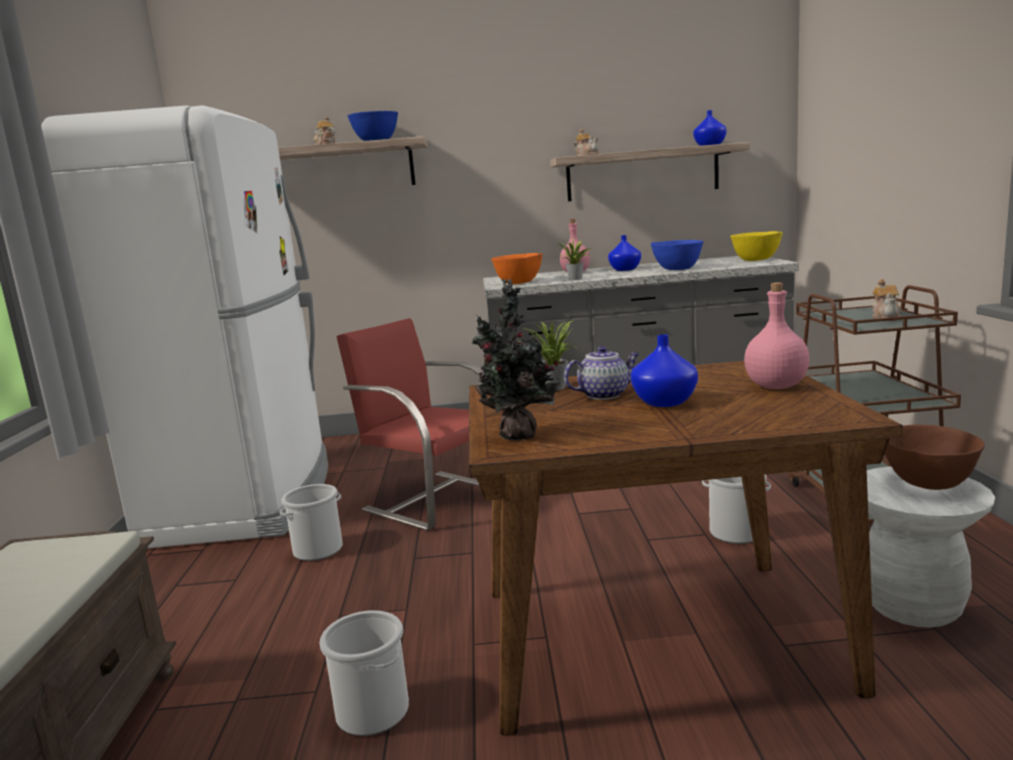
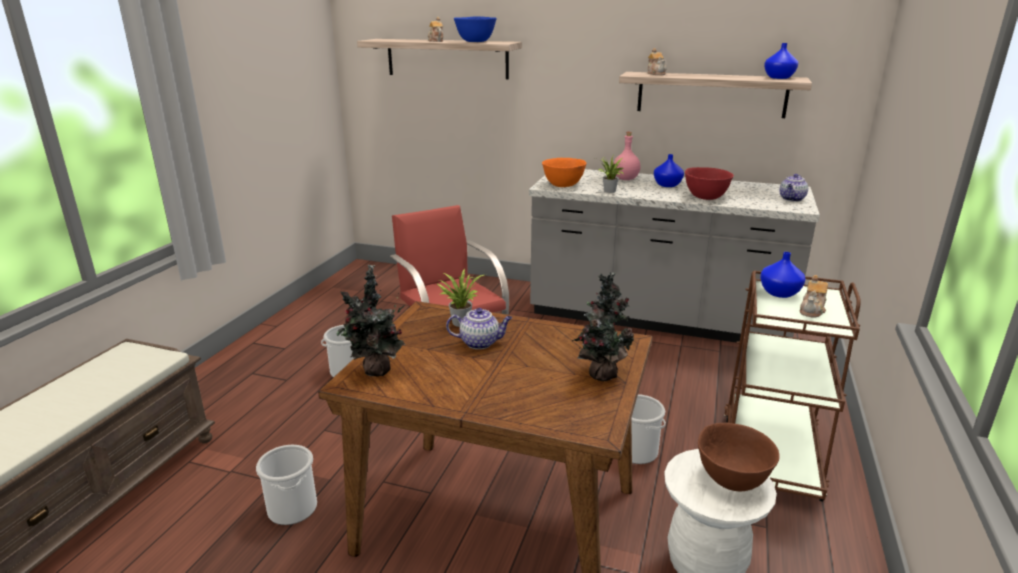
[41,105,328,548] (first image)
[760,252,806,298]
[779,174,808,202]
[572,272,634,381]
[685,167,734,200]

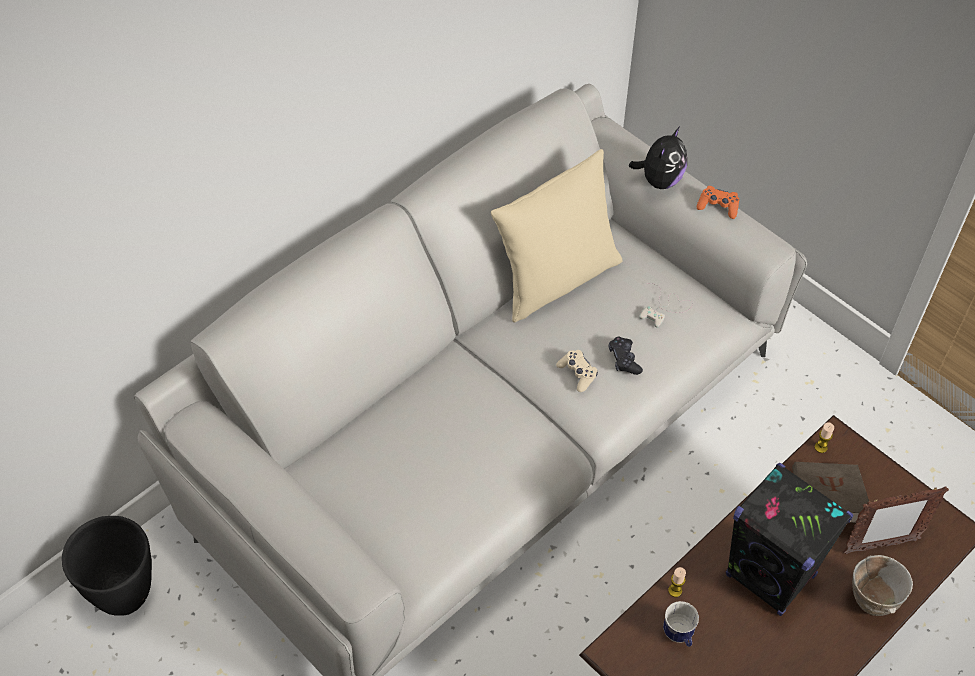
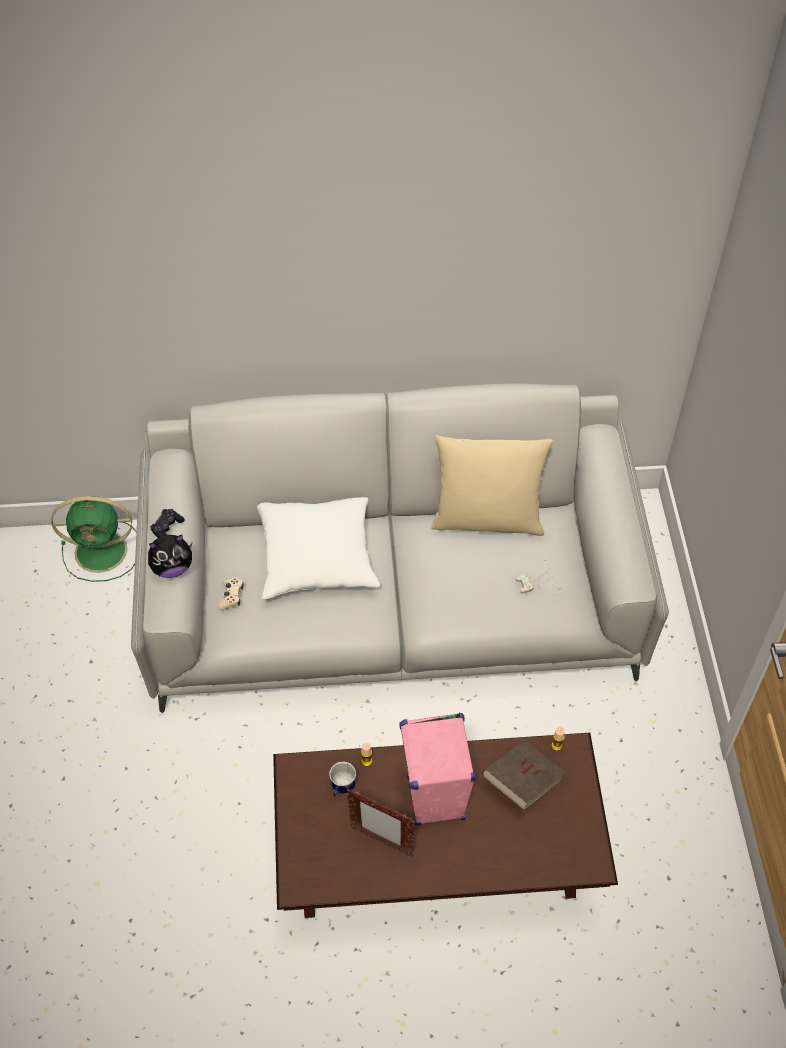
[697,186,739,219] (first image)
[852,555,913,616] (first image)
[257,497,380,599]
[218,577,244,610]
[150,509,185,538]
[148,535,192,578]
[346,789,415,857]
[51,496,137,582]
[399,713,476,826]

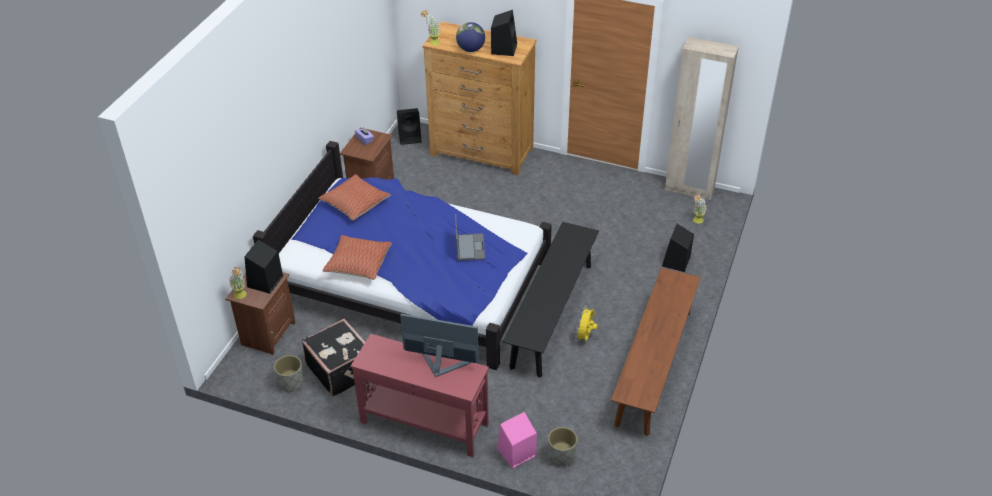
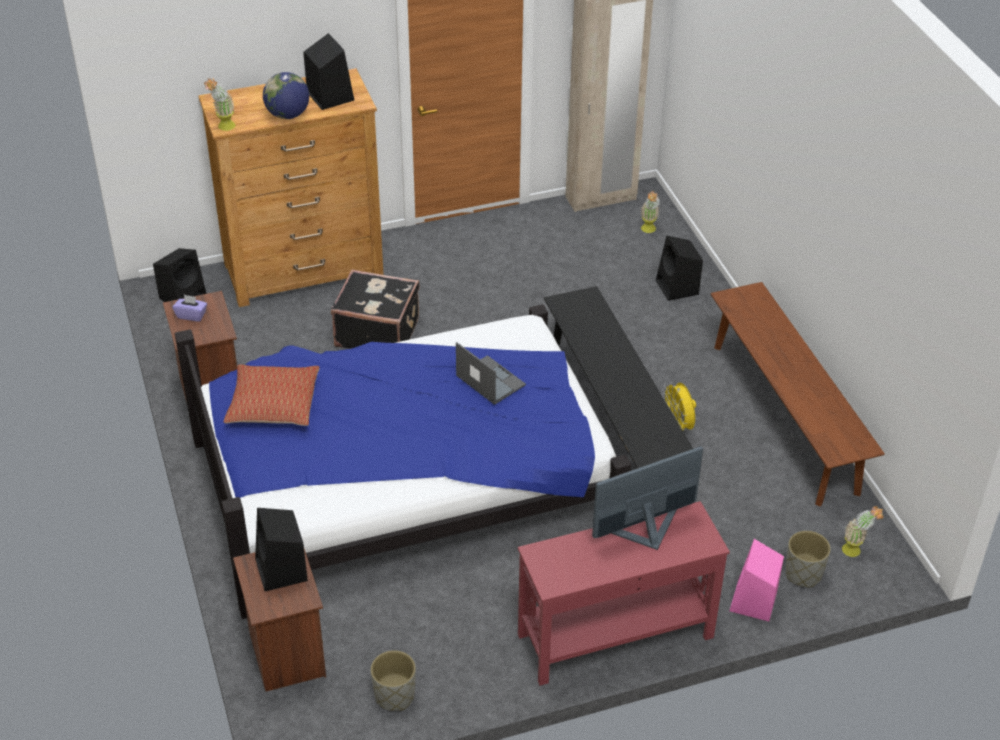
[323,235,392,280] (first image)
[842,506,883,557]
[331,269,420,349]

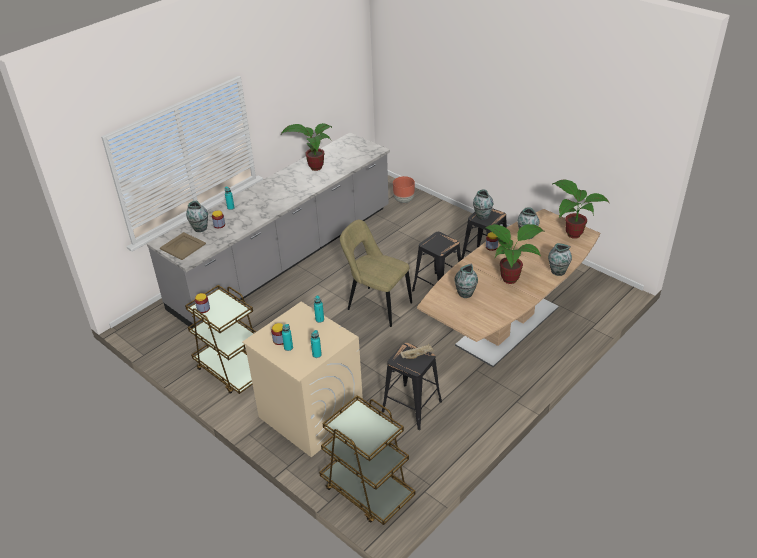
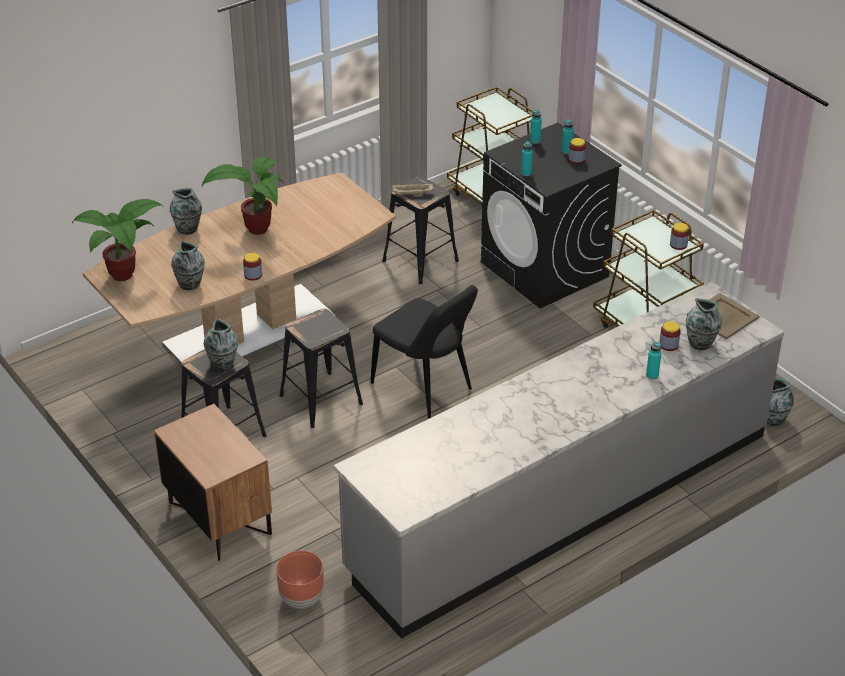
[281,123,332,171] (first image)
[154,404,272,561]
[767,378,794,426]
[481,123,622,308]
[371,285,478,419]

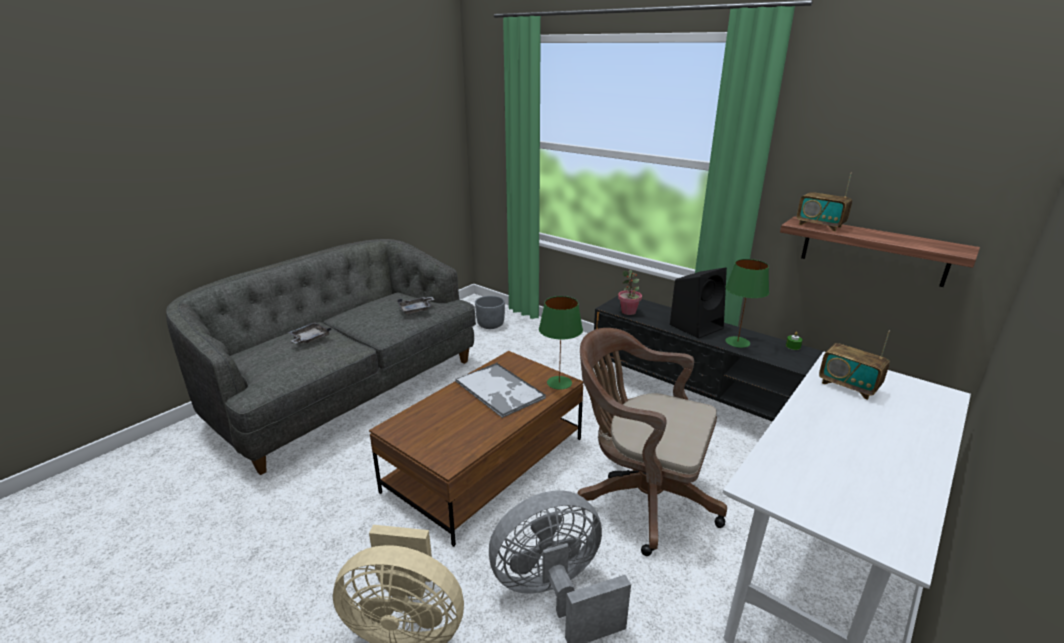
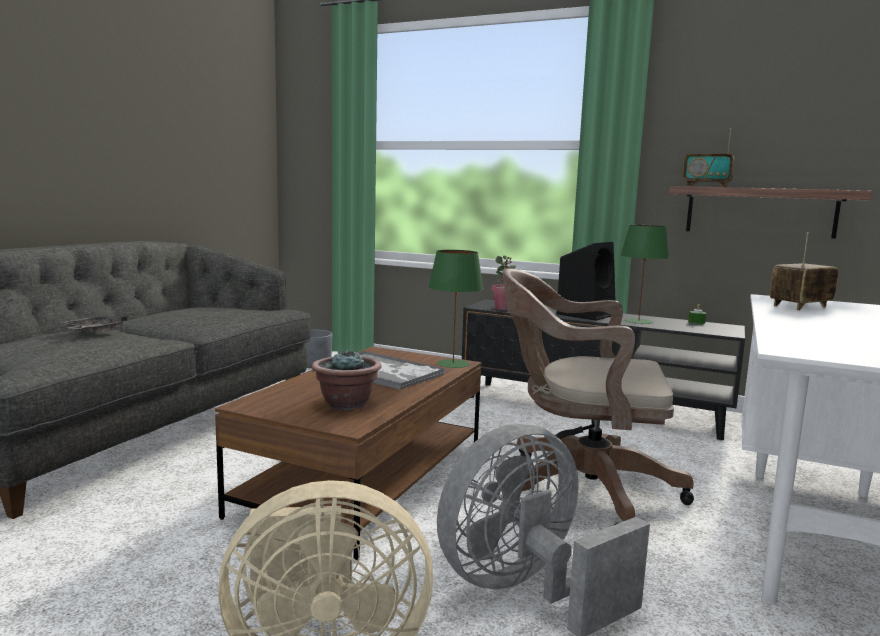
[397,297,434,314] (first image)
[312,349,382,410]
[770,232,838,310]

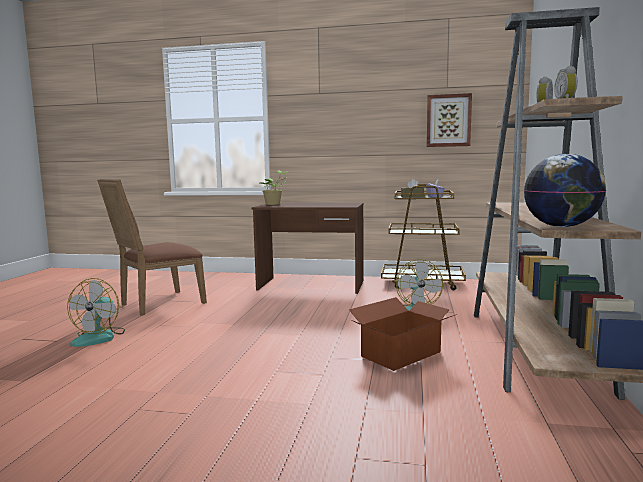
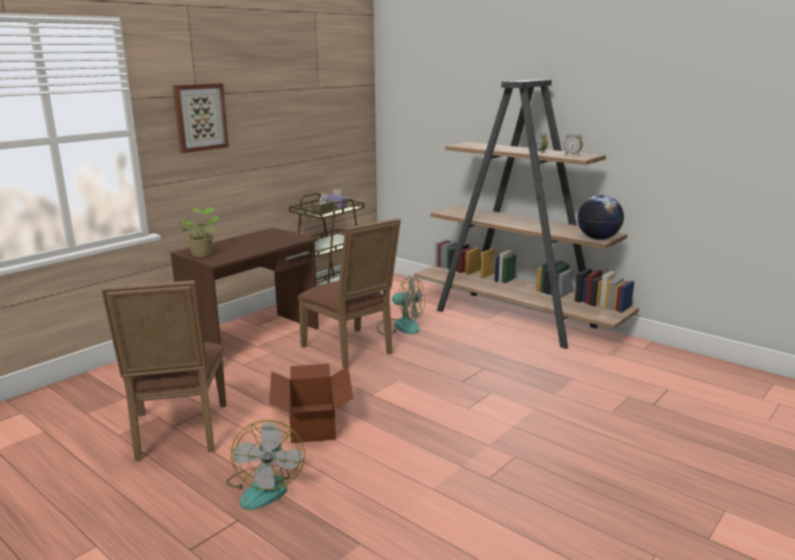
[298,218,401,368]
[269,364,353,443]
[173,83,229,153]
[227,420,305,510]

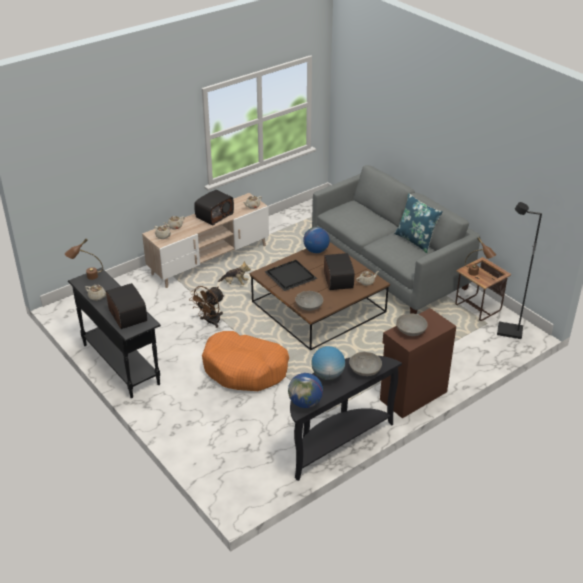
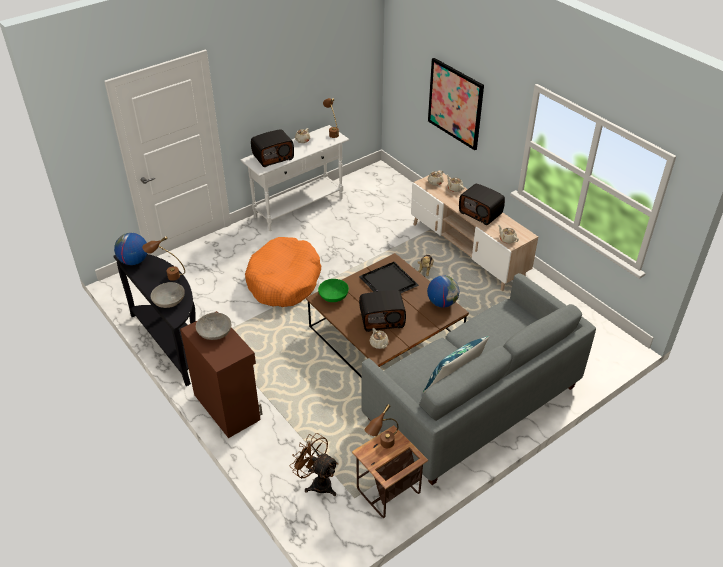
[497,202,542,339] (first image)
[428,58,484,151]
[290,433,339,496]
[142,236,185,281]
[241,125,349,231]
[318,279,349,302]

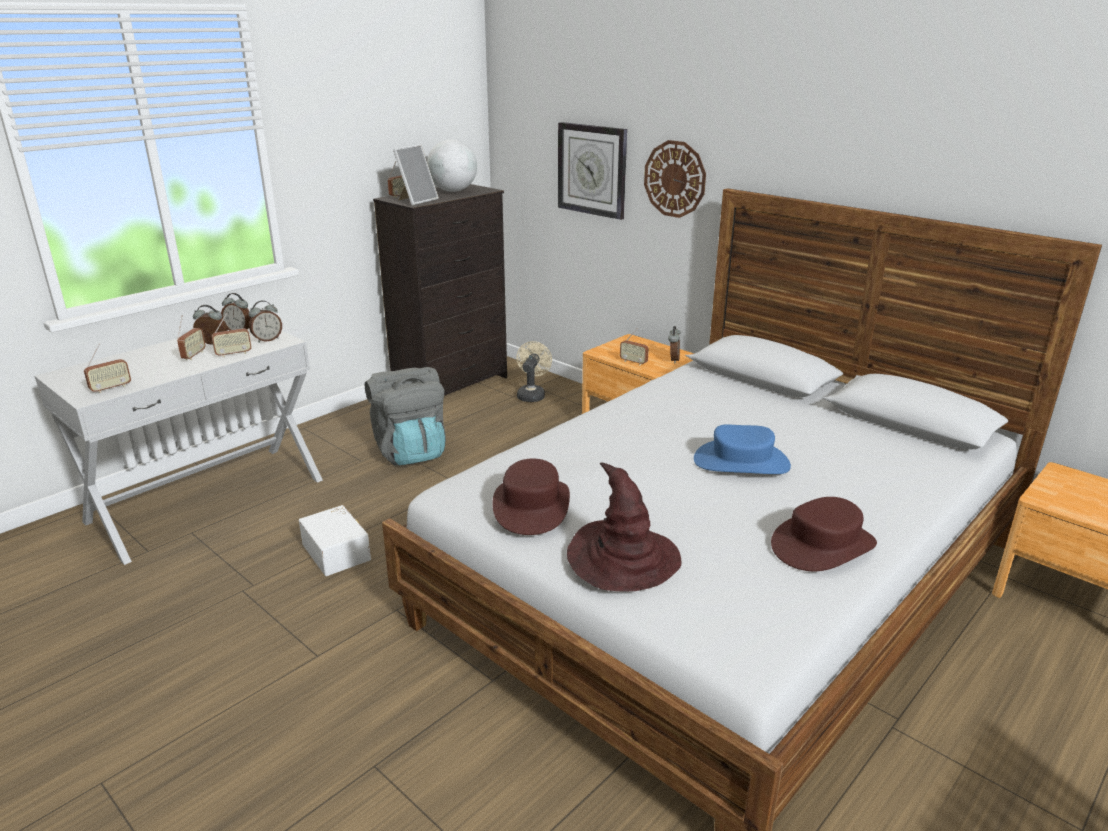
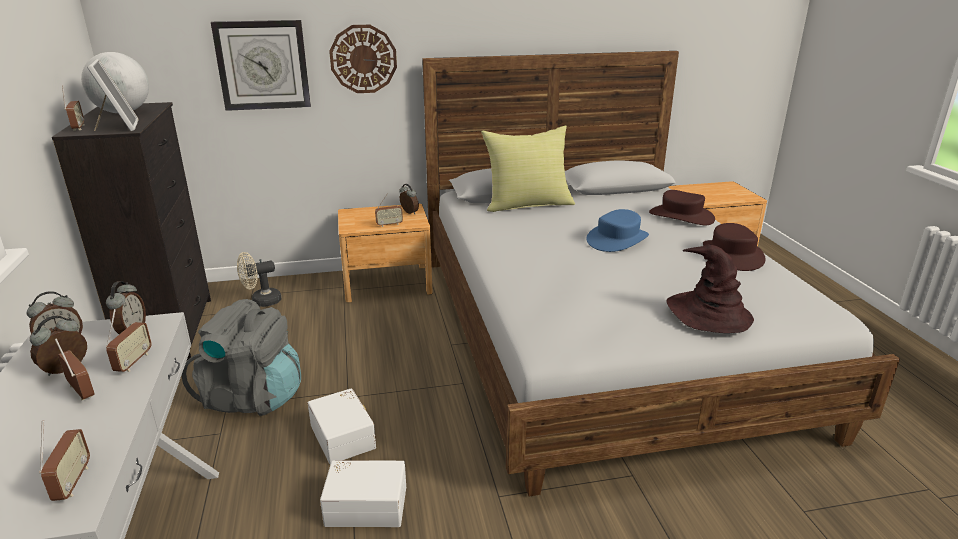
[308,388,376,464]
[481,125,575,212]
[649,190,715,225]
[237,252,281,307]

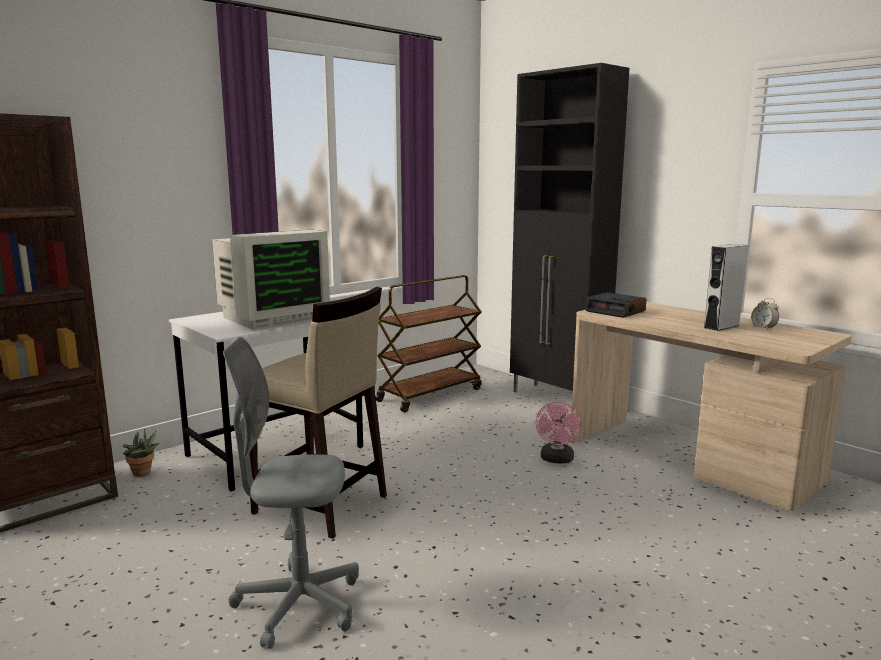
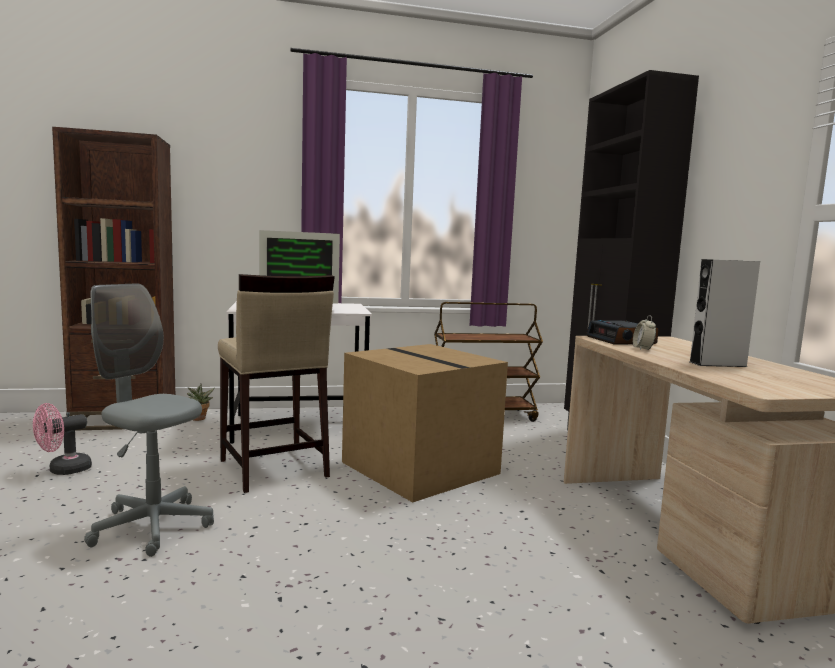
[342,344,508,502]
[33,403,92,475]
[633,315,656,350]

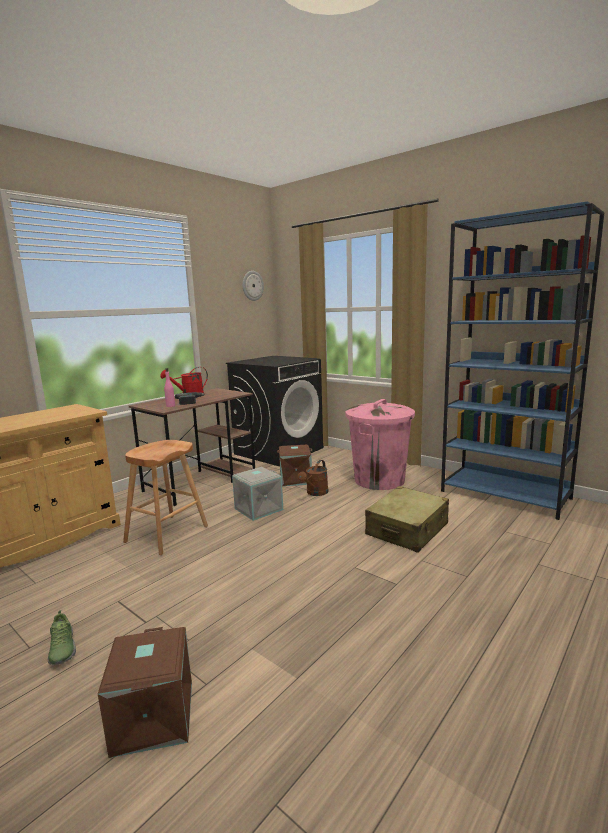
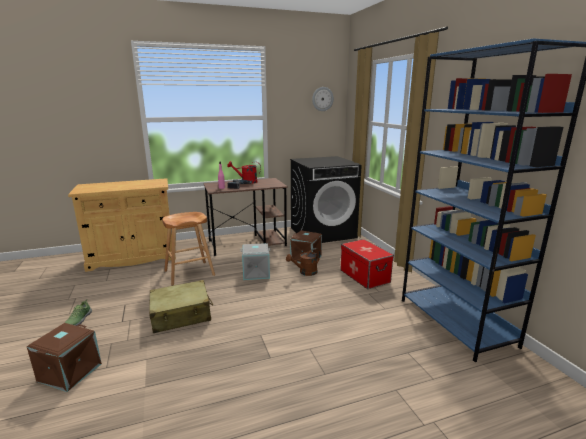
[149,280,213,333]
[340,239,394,289]

